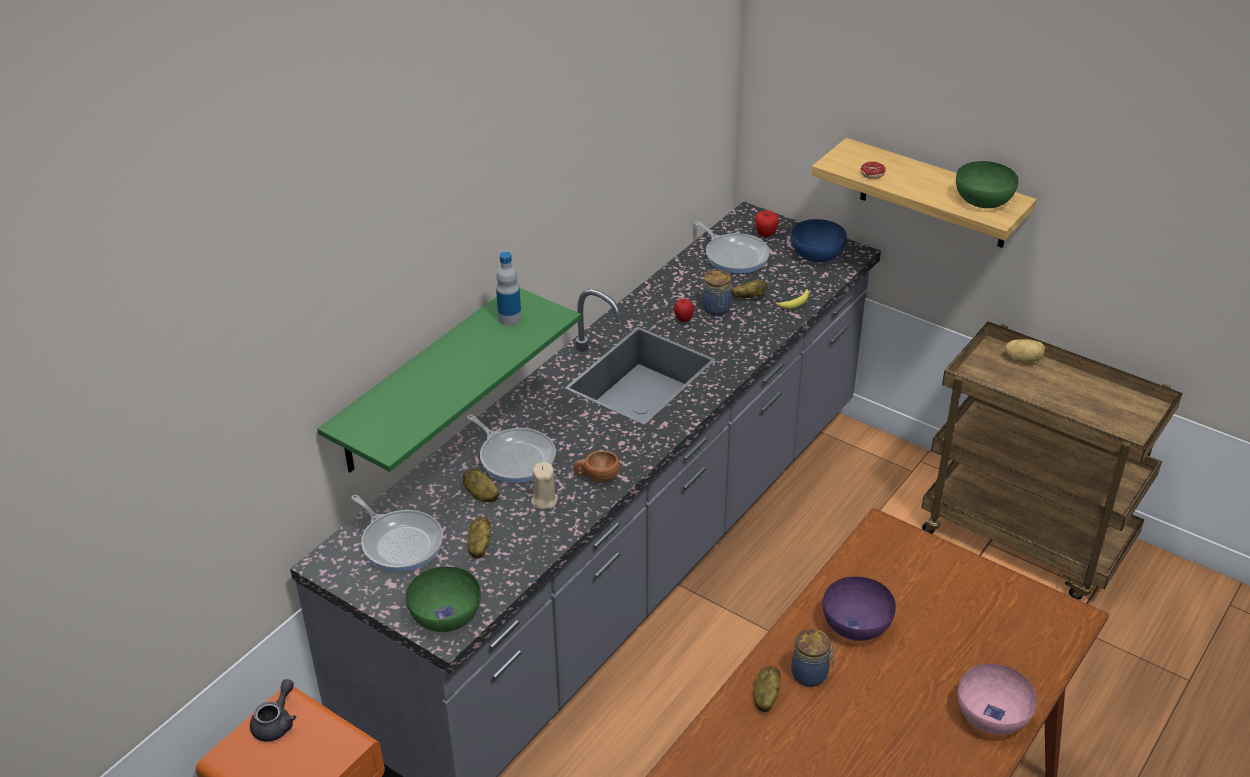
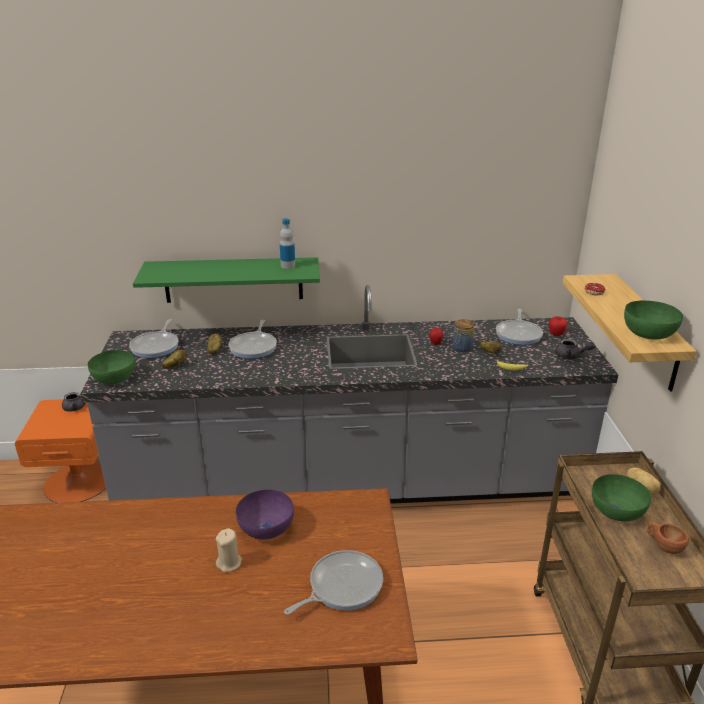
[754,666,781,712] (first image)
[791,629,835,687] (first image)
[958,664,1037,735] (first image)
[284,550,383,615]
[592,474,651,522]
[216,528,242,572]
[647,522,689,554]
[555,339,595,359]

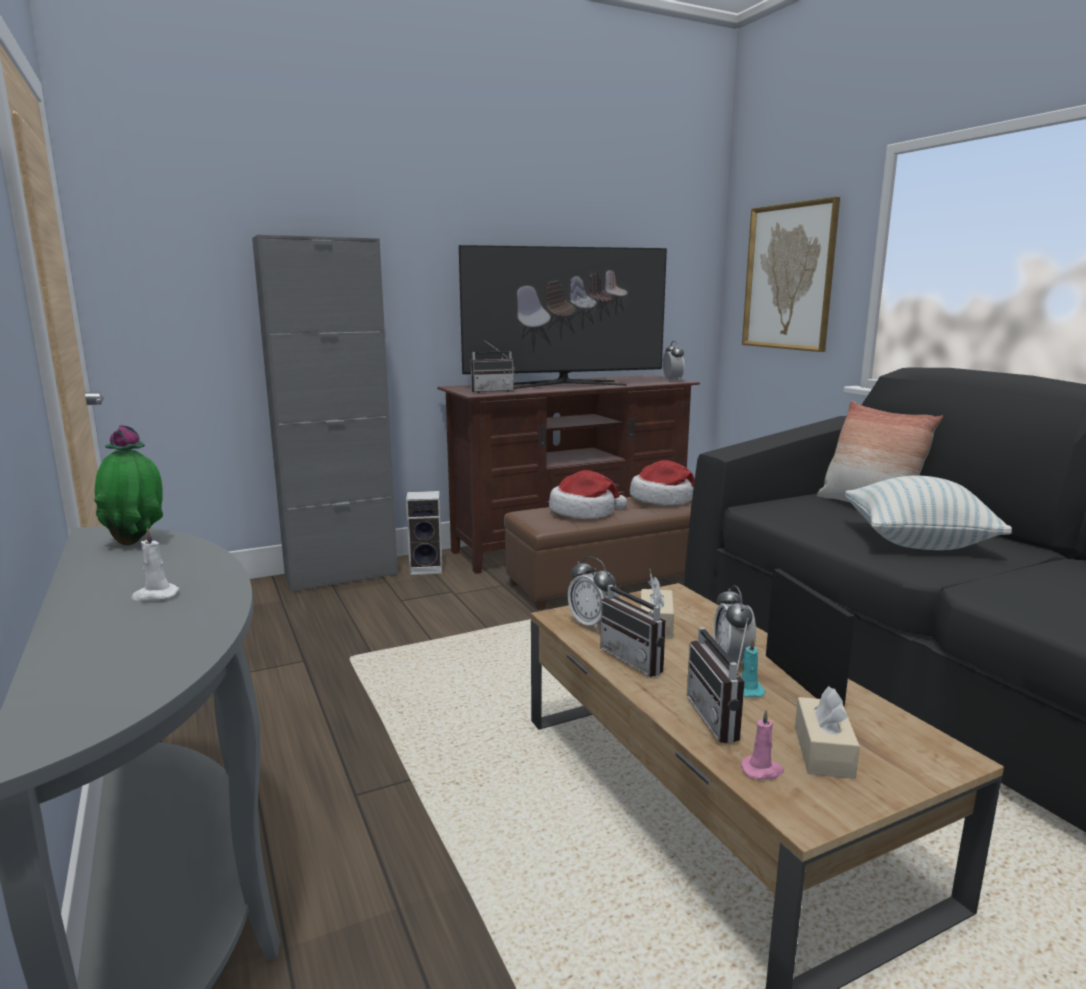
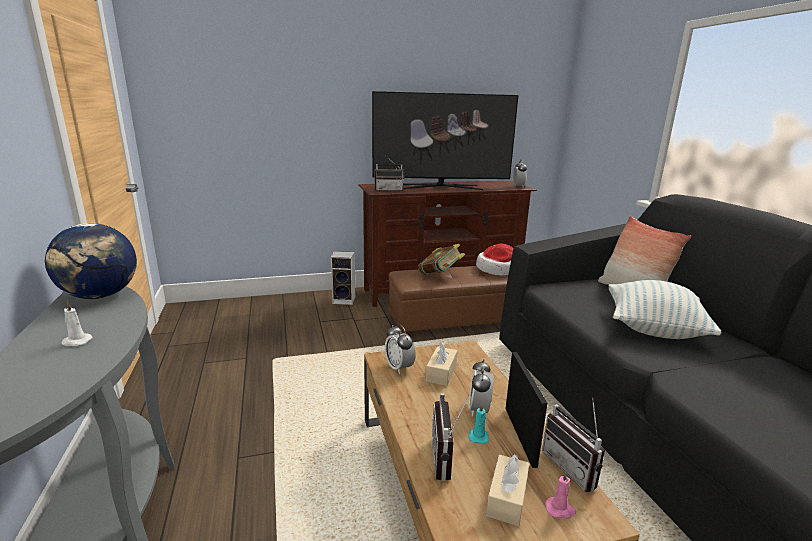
[252,234,398,593] (first image)
[742,197,840,352] (first image)
[542,398,605,492]
[545,471,576,519]
[45,223,137,299]
[418,244,465,275]

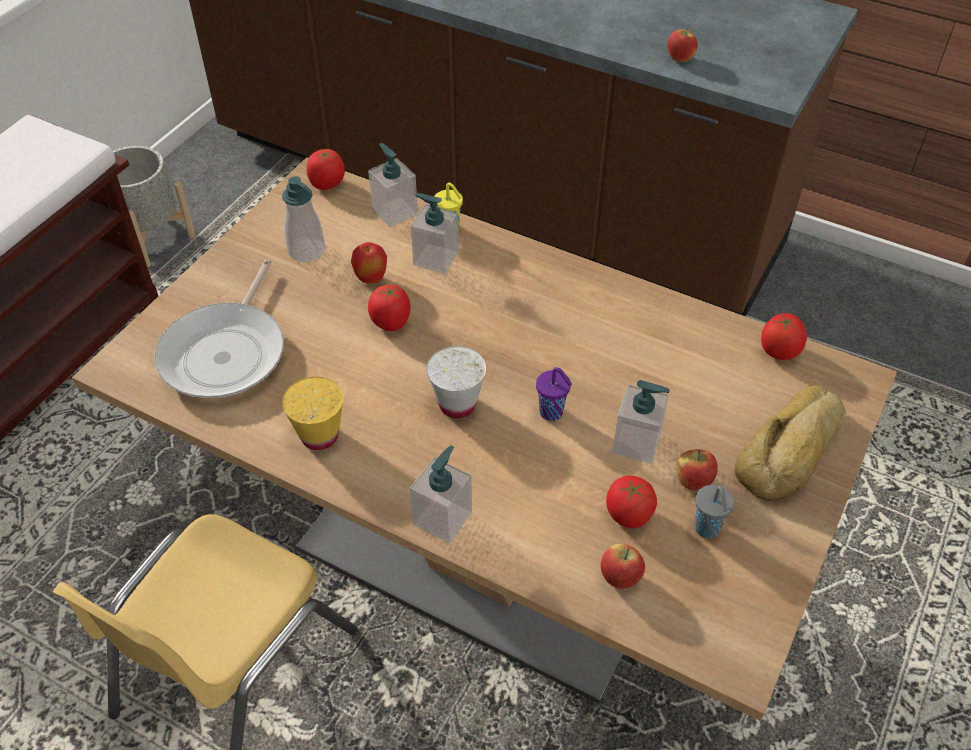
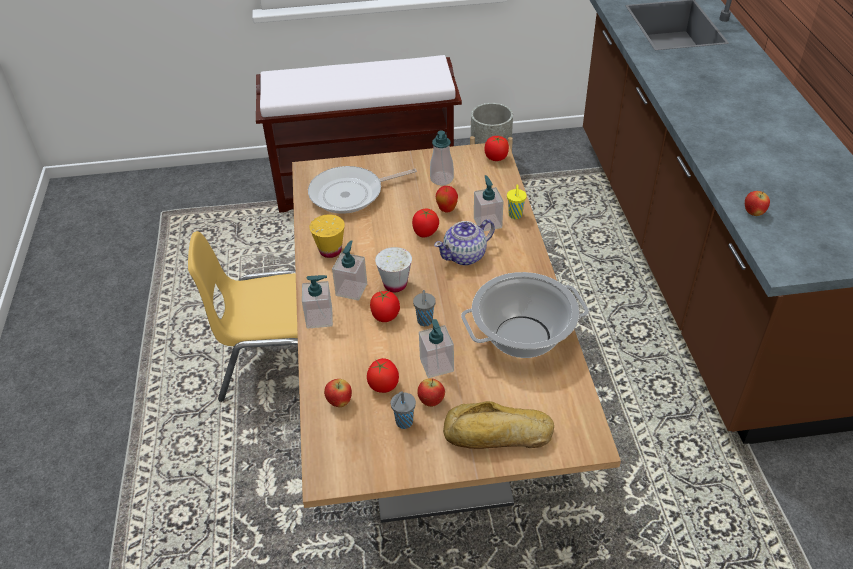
[434,219,495,265]
[461,272,589,358]
[332,241,367,301]
[370,290,400,322]
[413,290,436,326]

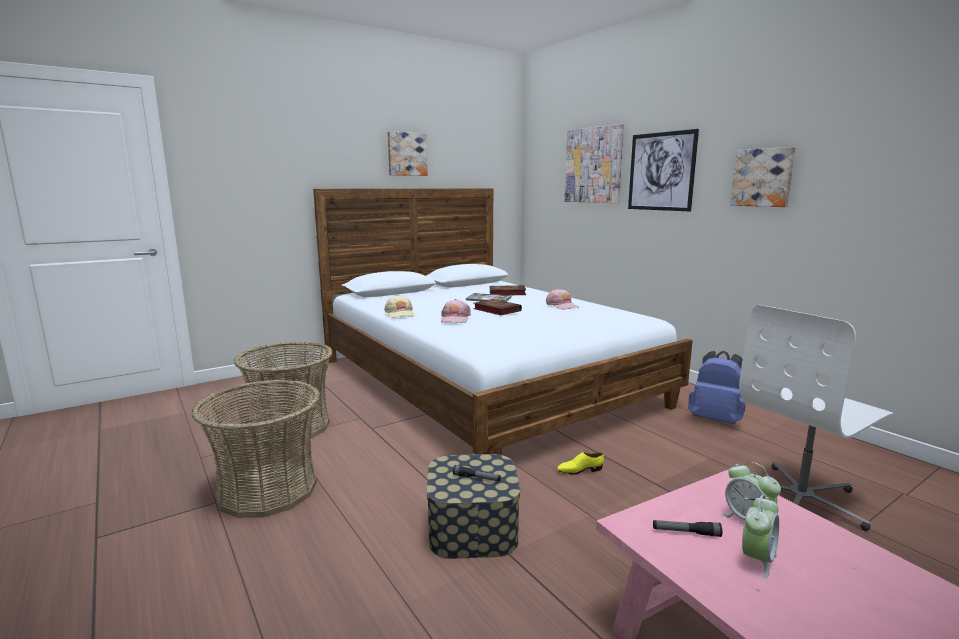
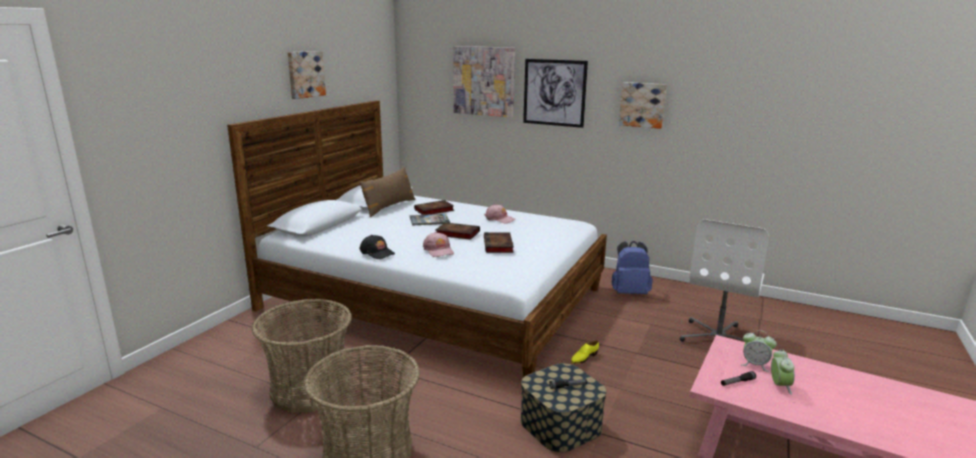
[359,167,416,217]
[484,232,514,253]
[360,235,395,259]

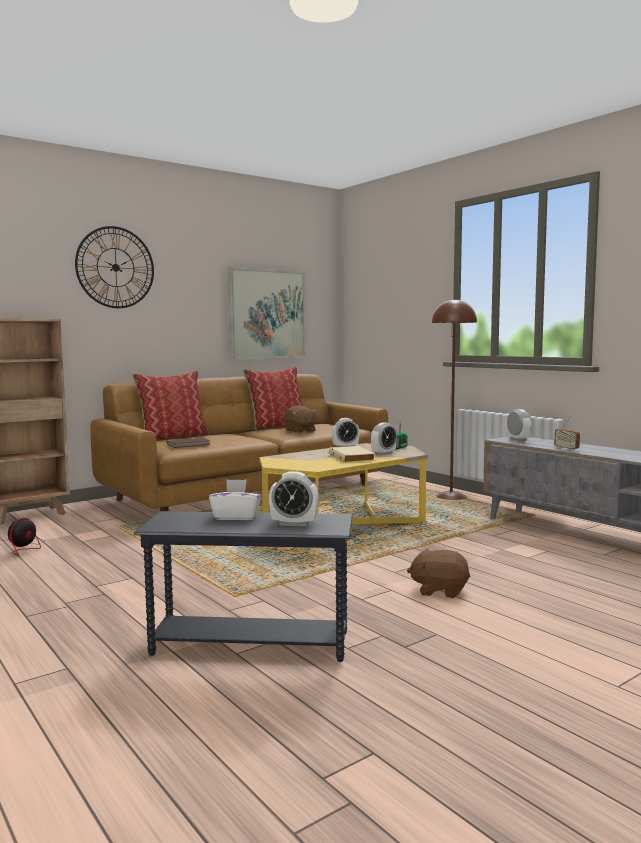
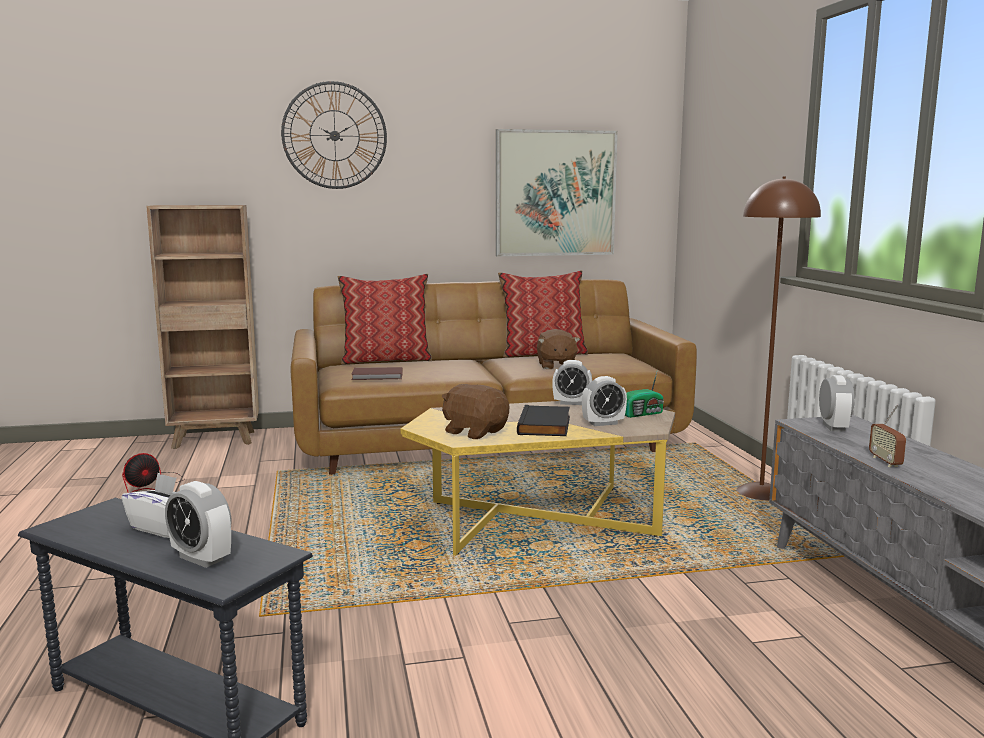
[442,384,509,439]
[517,405,570,436]

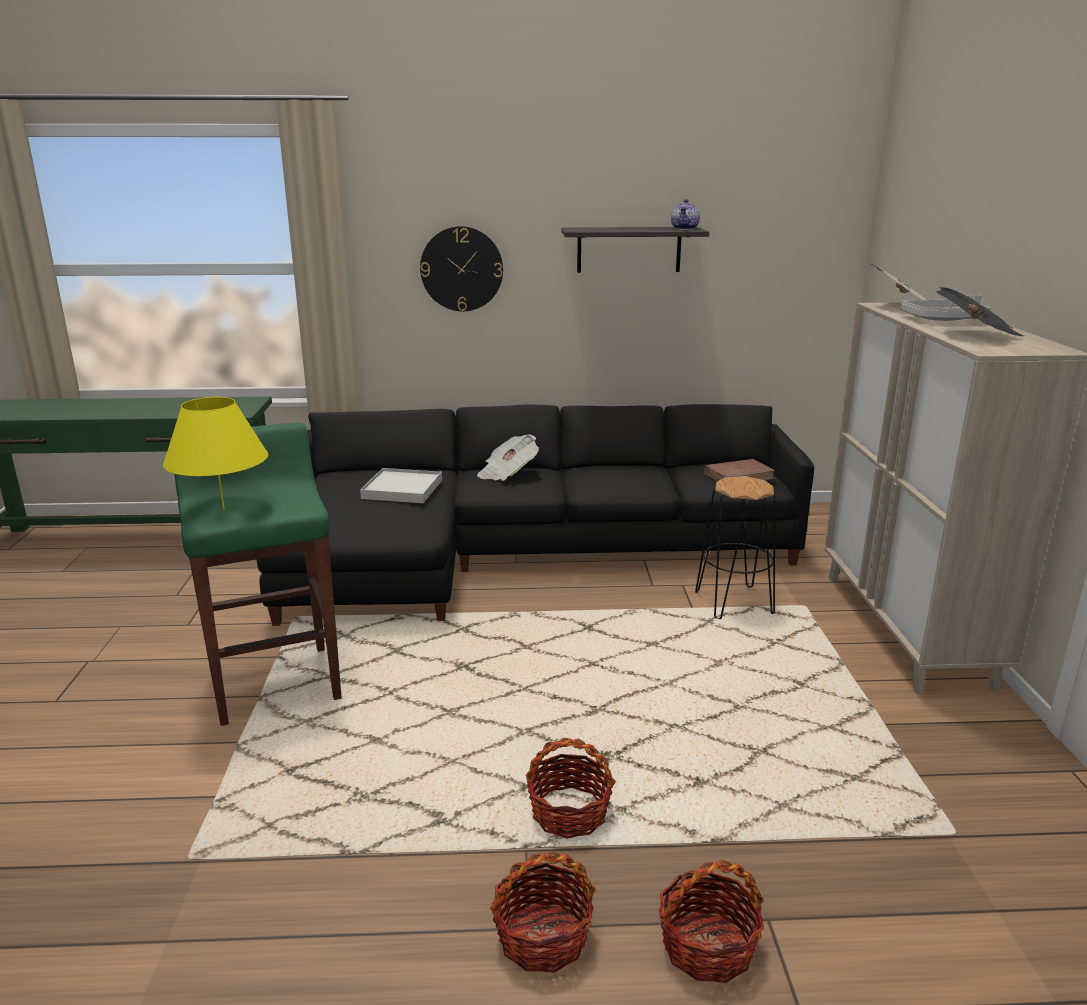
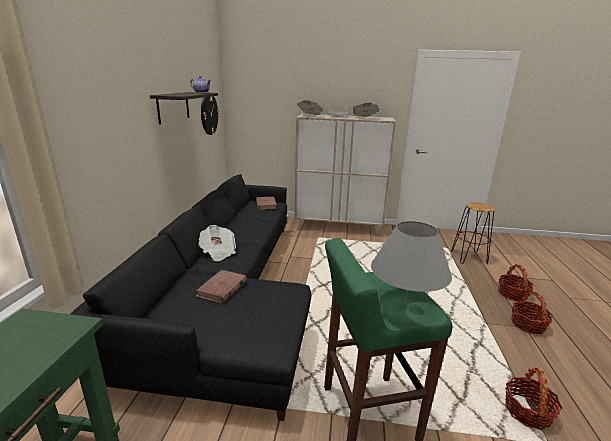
[201,96,220,135]
[505,367,562,430]
[451,202,494,264]
[196,270,247,303]
[371,221,452,306]

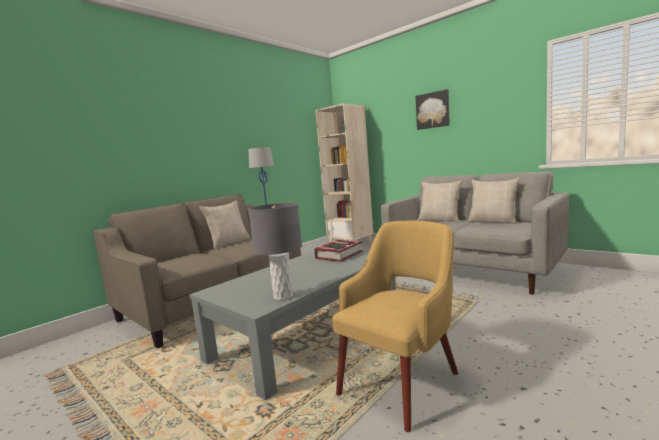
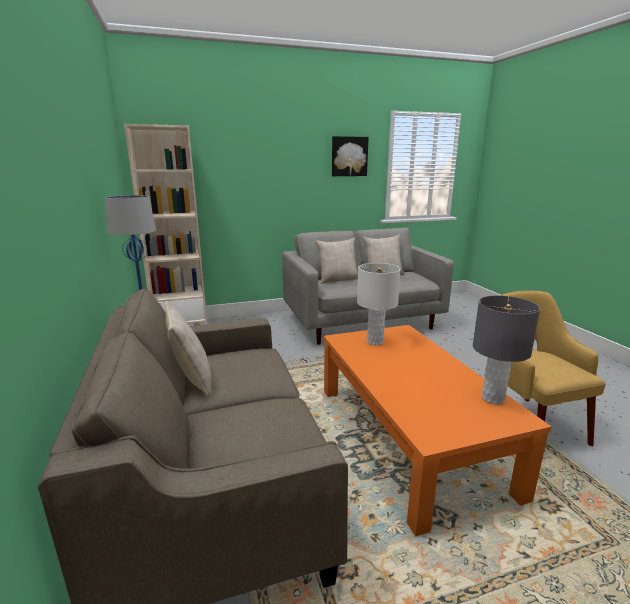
[332,136,369,176]
[357,263,401,346]
[324,325,552,536]

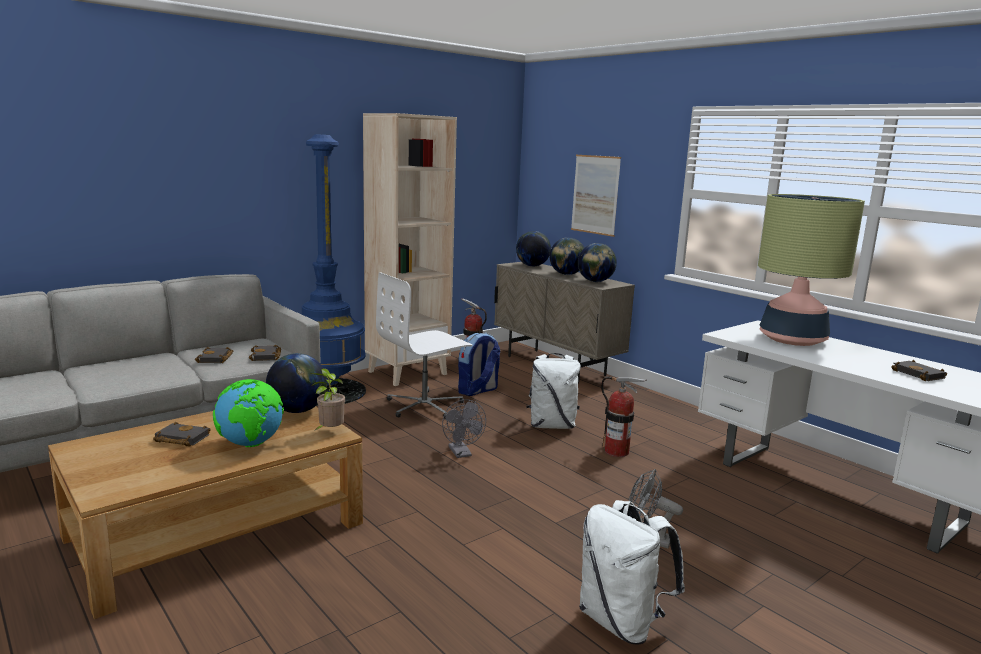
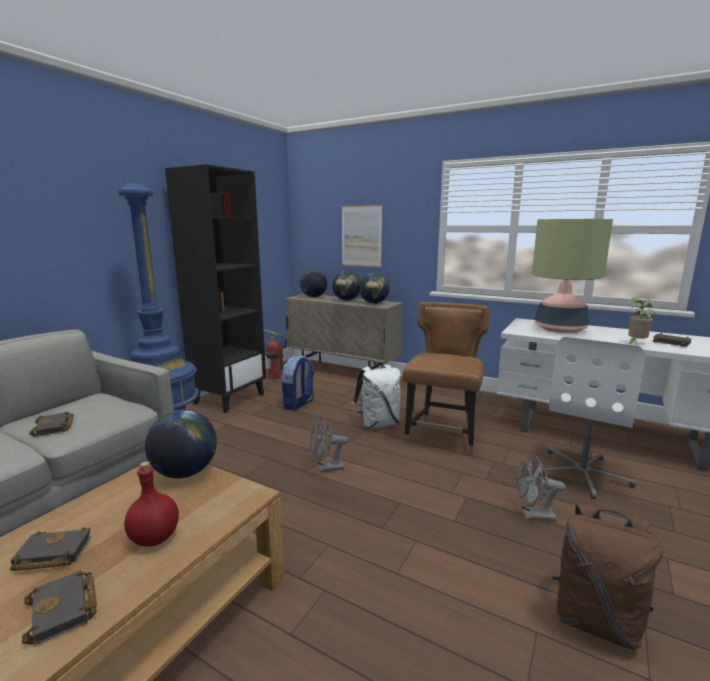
[22,571,97,646]
[628,298,655,344]
[539,337,645,499]
[124,461,179,546]
[403,302,490,456]
[165,164,266,413]
[552,503,663,650]
[310,417,348,472]

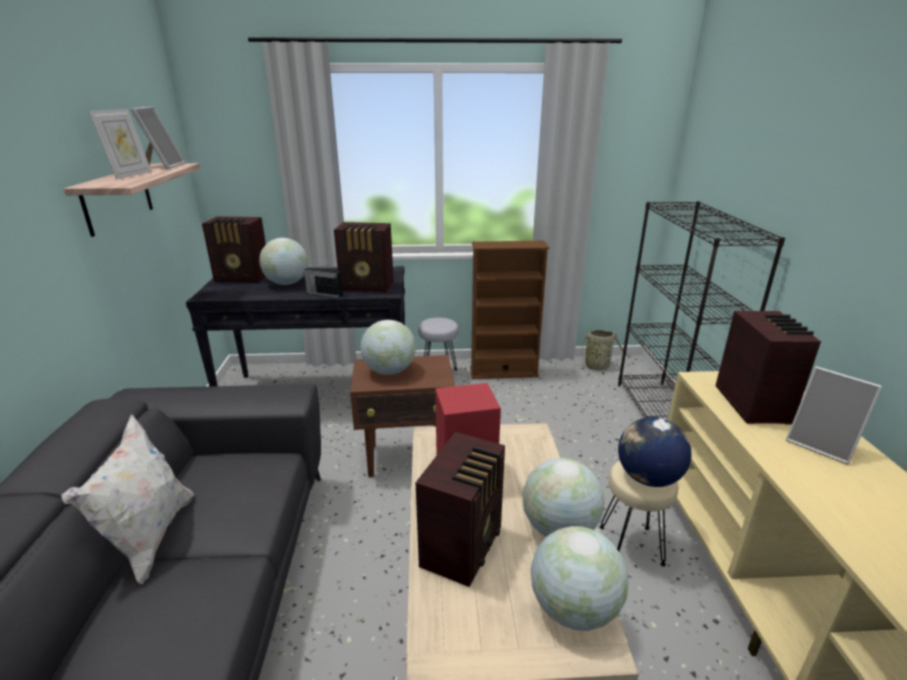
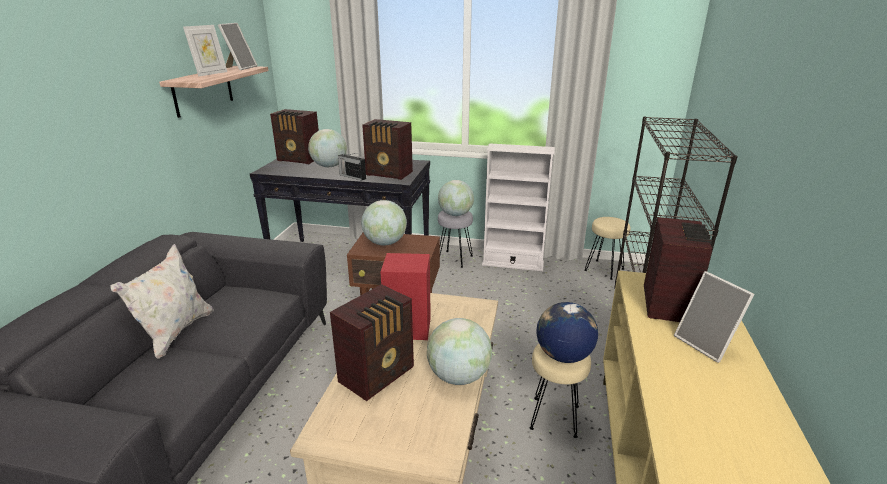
[438,180,474,216]
[584,217,630,280]
[482,143,555,272]

